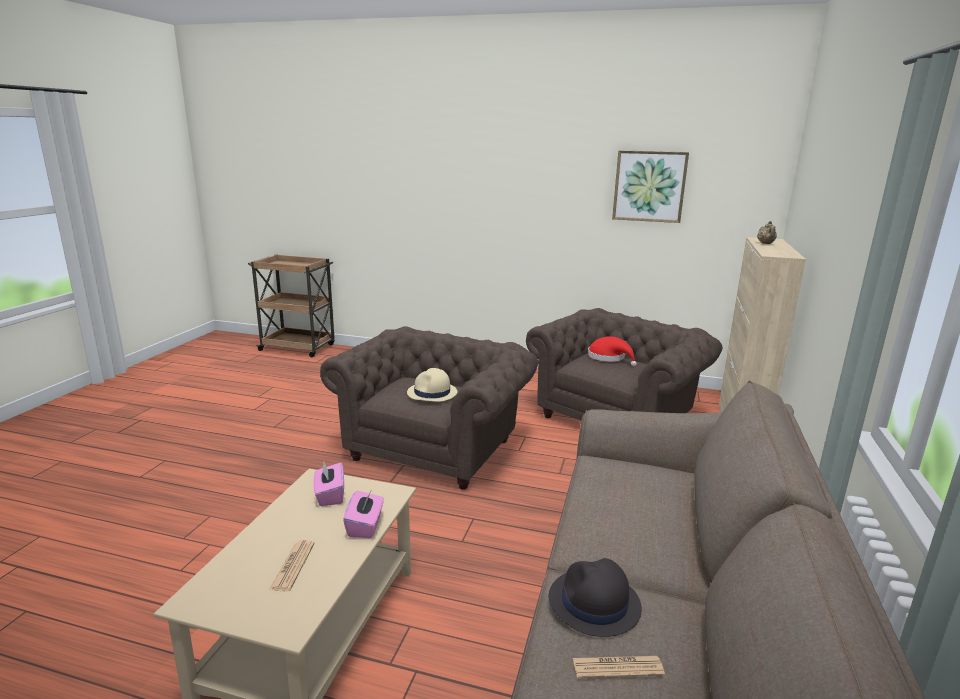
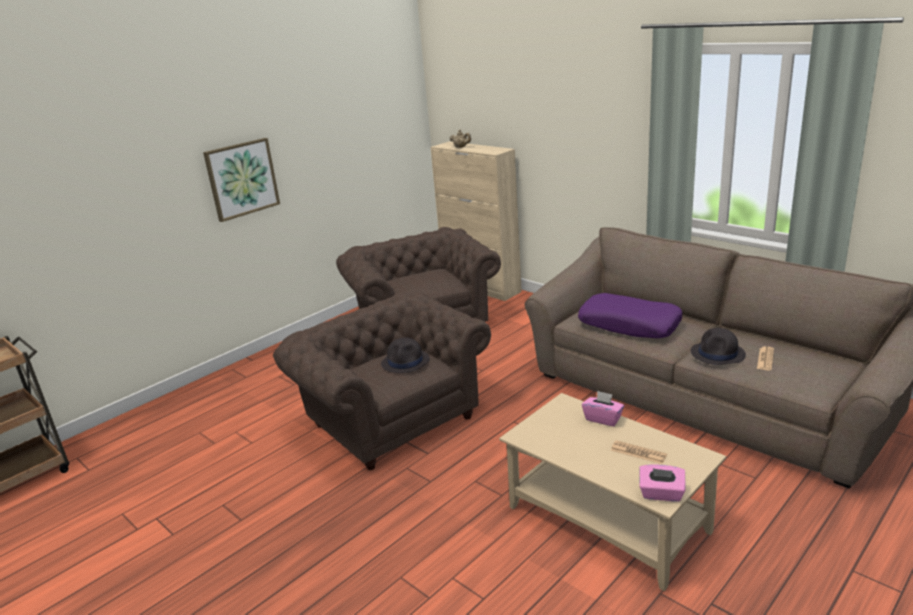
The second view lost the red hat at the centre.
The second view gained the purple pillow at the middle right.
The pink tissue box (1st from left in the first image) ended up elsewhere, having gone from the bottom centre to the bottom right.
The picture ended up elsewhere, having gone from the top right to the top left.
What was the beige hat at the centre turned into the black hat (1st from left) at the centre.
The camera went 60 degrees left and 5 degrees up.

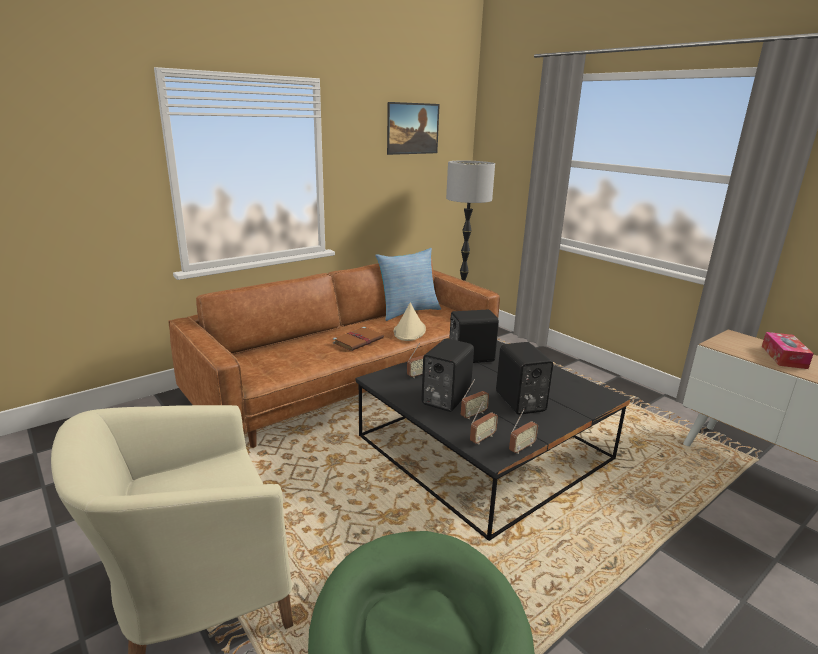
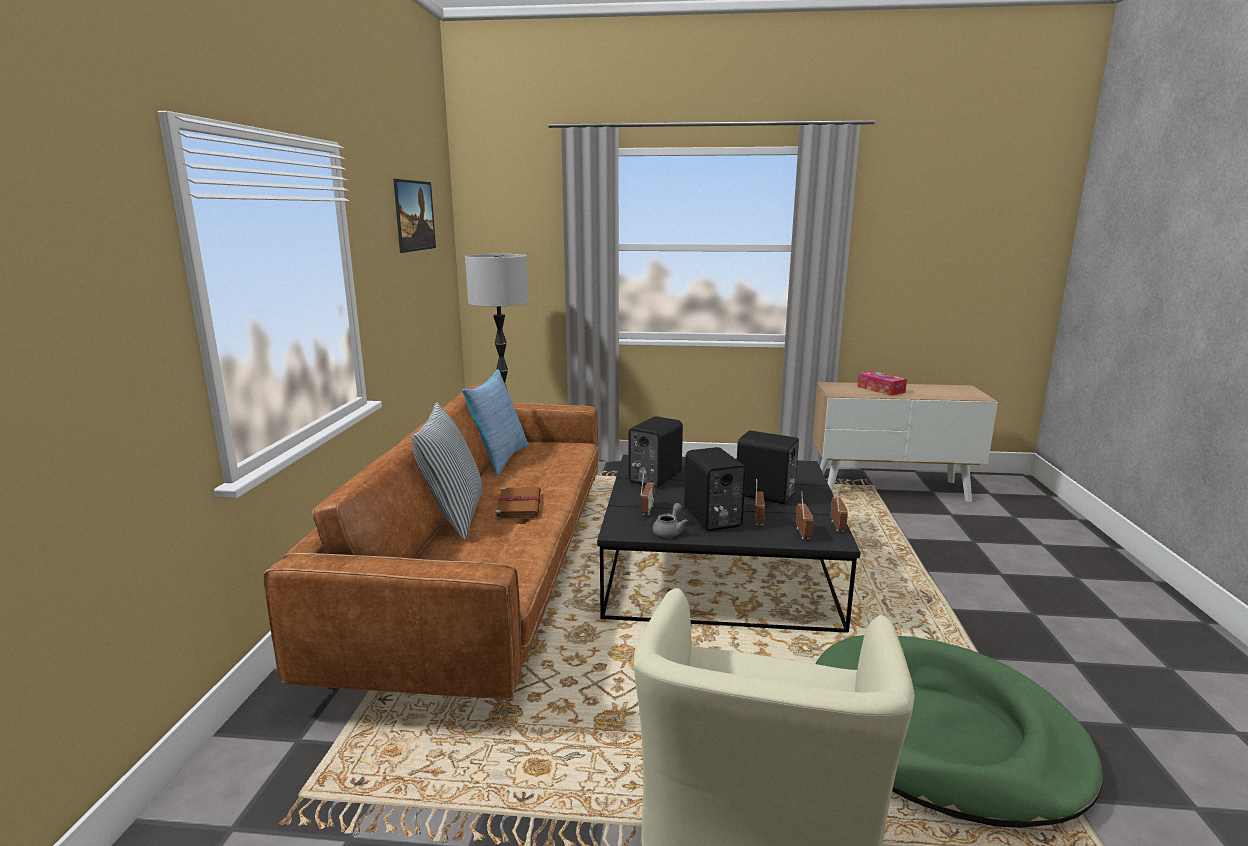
The second view lost the beige hat at the centre.
The second view gained the pillow (1st from left) at the centre.
The second view gained the grey teapot at the centre.
The camera went 45 degrees left and 5 degrees down.

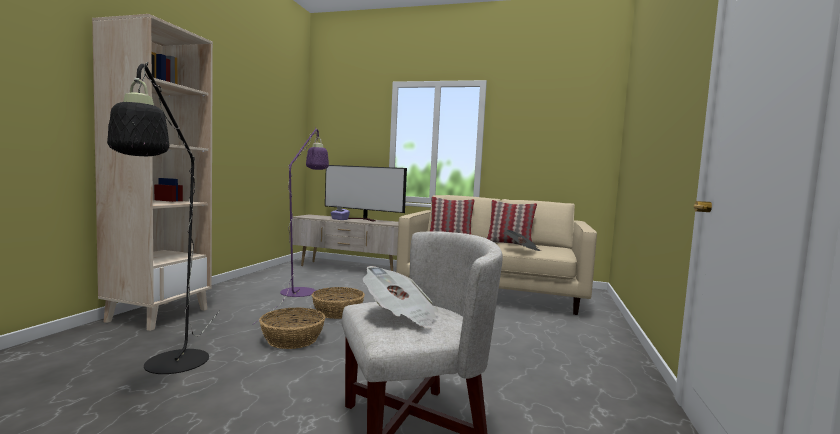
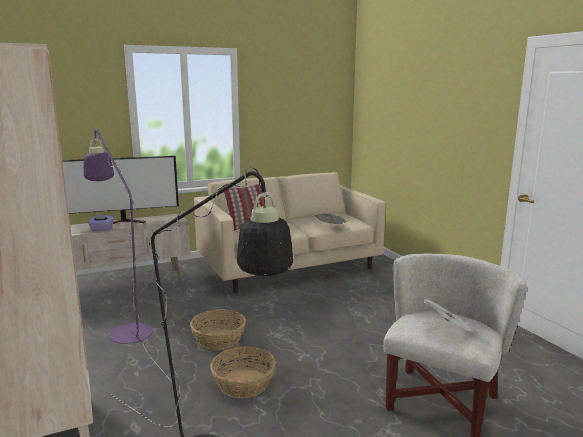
The second view lost the pillow (2nd from left) at the centre.
The camera went 40 degrees left and 10 degrees up.

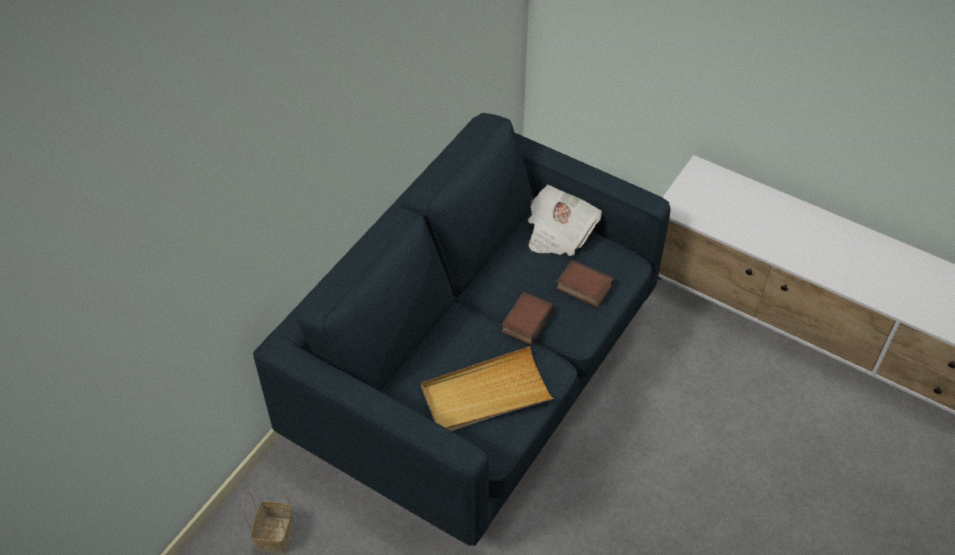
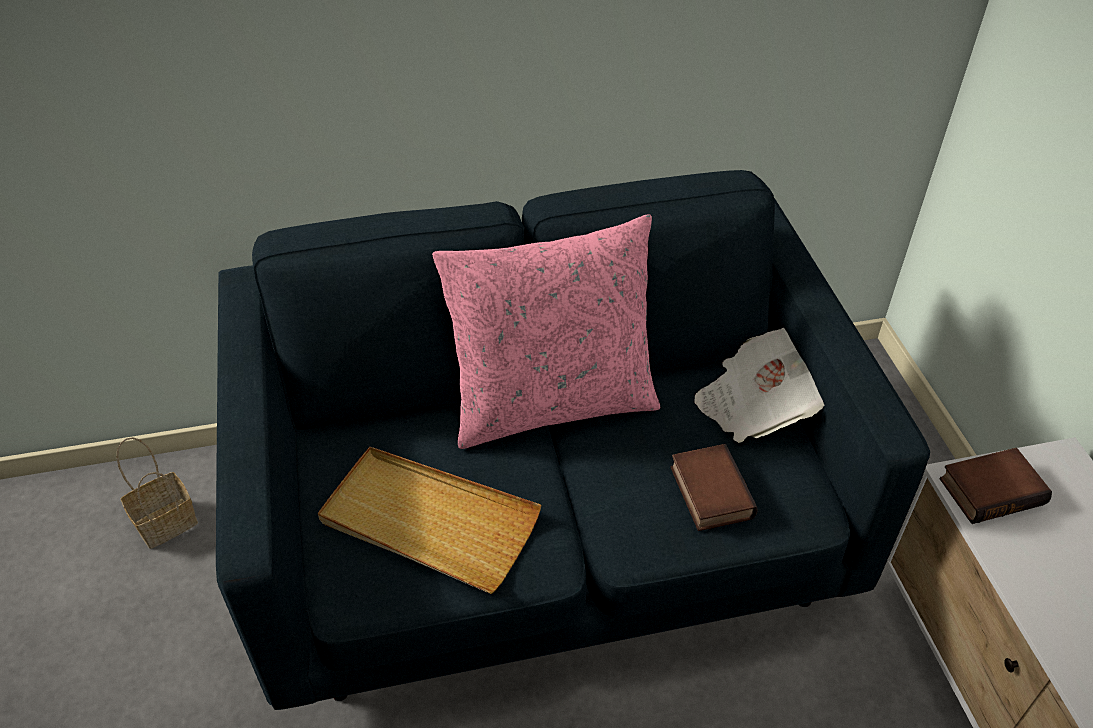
The second view gained the pink pillow at the centre.
The book (1st from left in the first image) ended up elsewhere, having gone from the centre to the bottom right.
The camera went 45 degrees right and 5 degrees down.

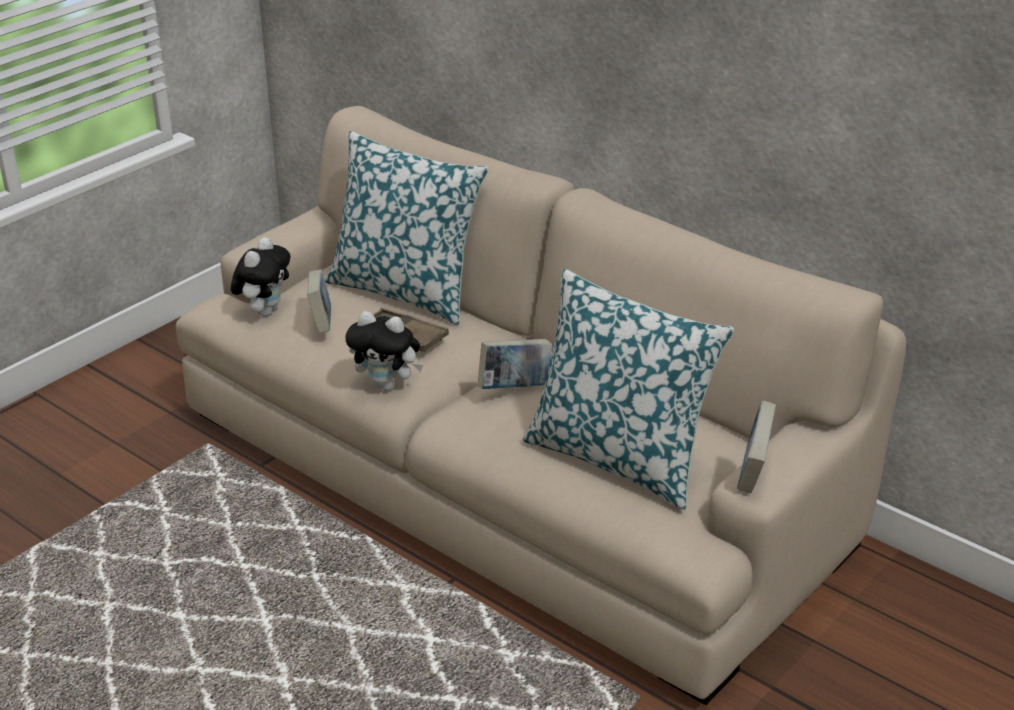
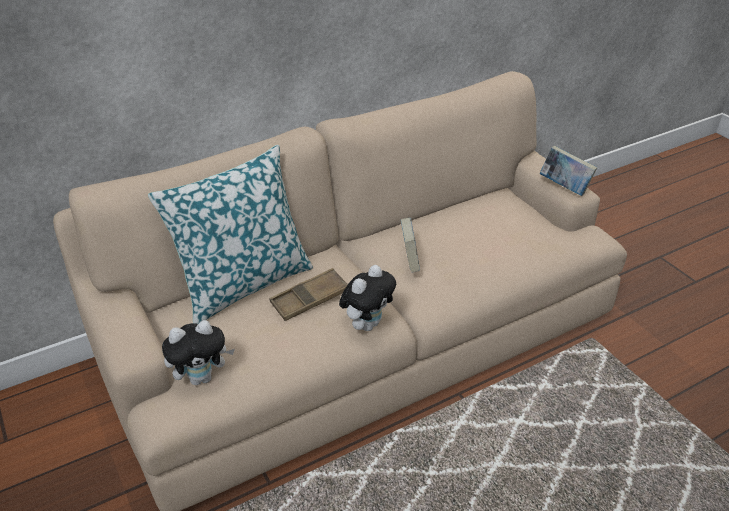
The second view lost the book (1st from left) at the middle left.
The second view lost the pillow (2nd from left) at the centre.
The plush toy (1st from left) at the middle left ended up facing another way, 120 degrees clockwise from before.
The camera went 70 degrees left and 5 degrees up.

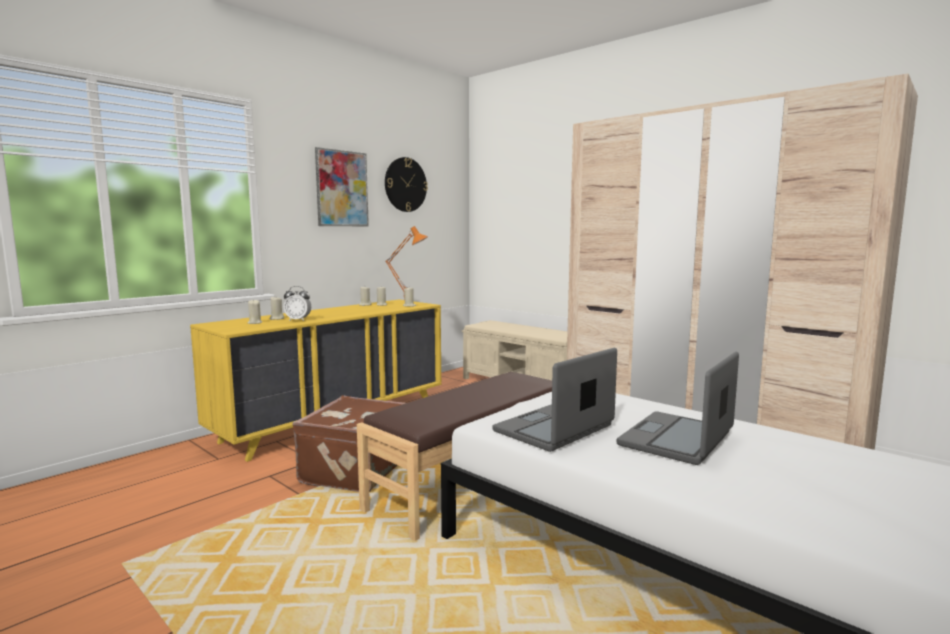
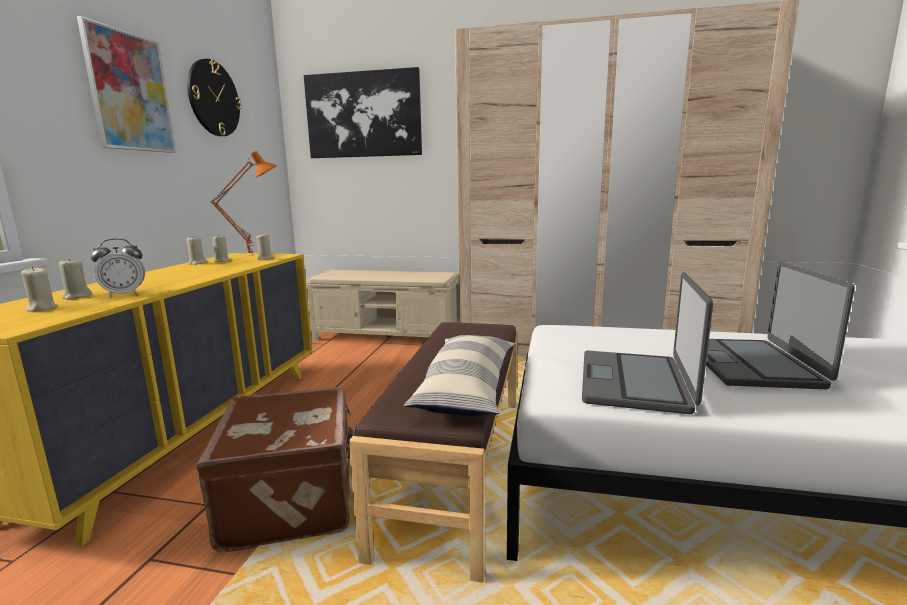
The second view gained the picture (2nd from left) at the top centre.
The second view gained the pillow at the centre.
The camera went 30 degrees left and 5 degrees up.

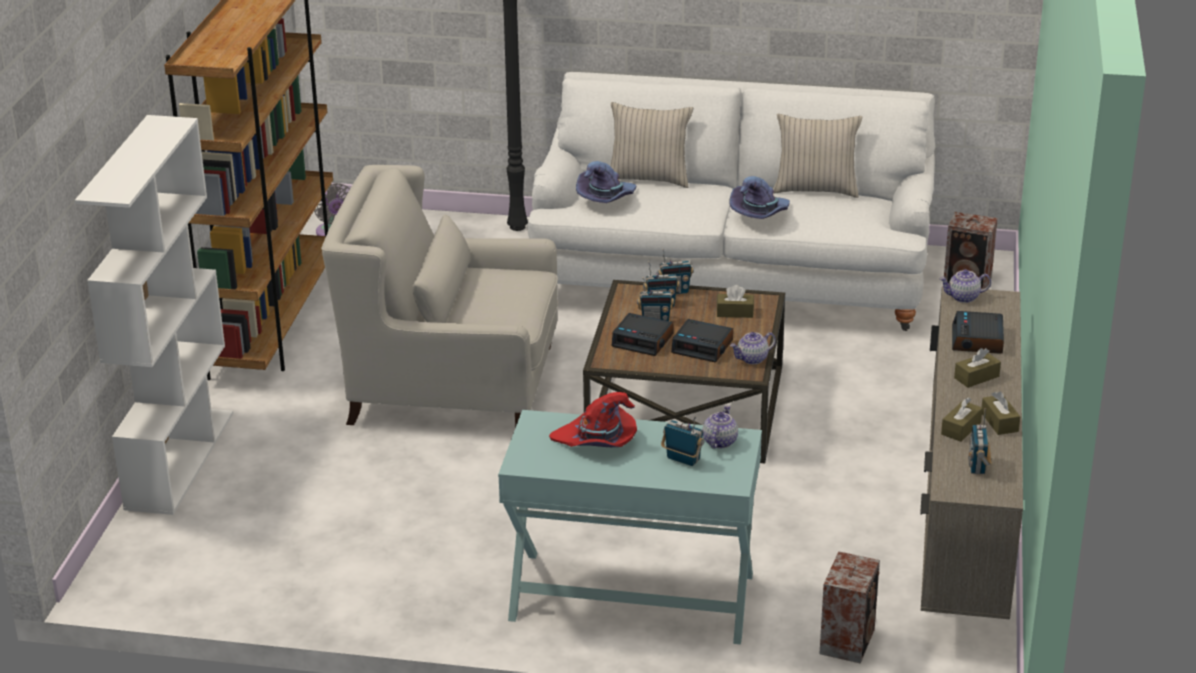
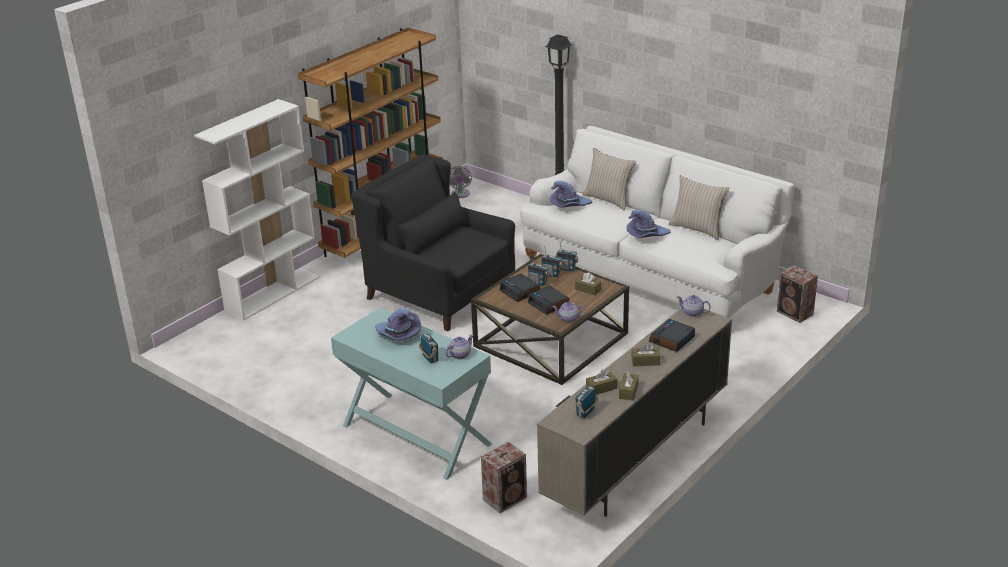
What was the white armchair at the centre turned into the black armchair at the centre.
What was the red hat at the centre turned into the purple hat (1st from left) at the centre.
The camera went 30 degrees right and 0 degrees up.

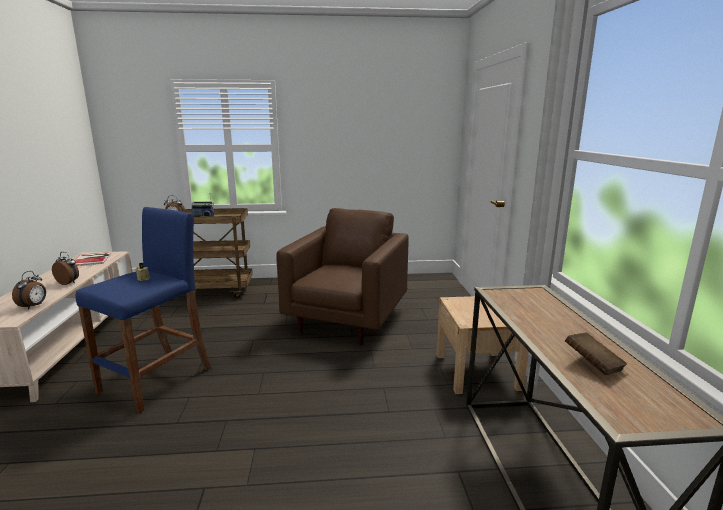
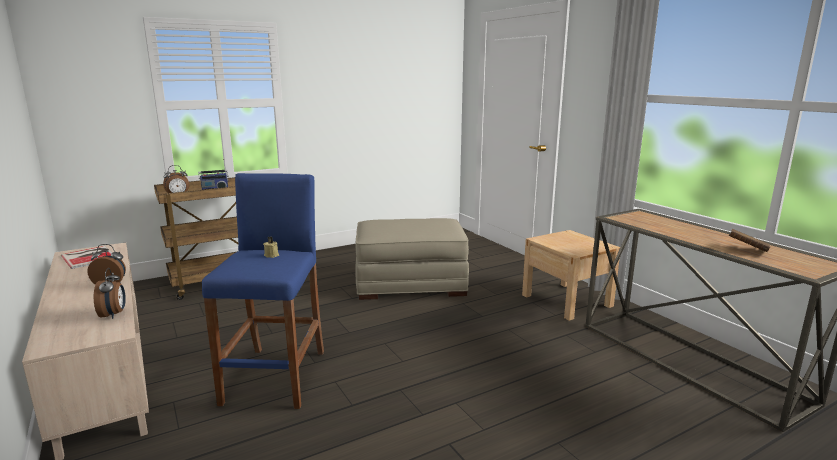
Where the brown armchair stood at the centre, the beige ottoman came to stand at the centre.
The camera went 25 degrees left and 0 degrees up.

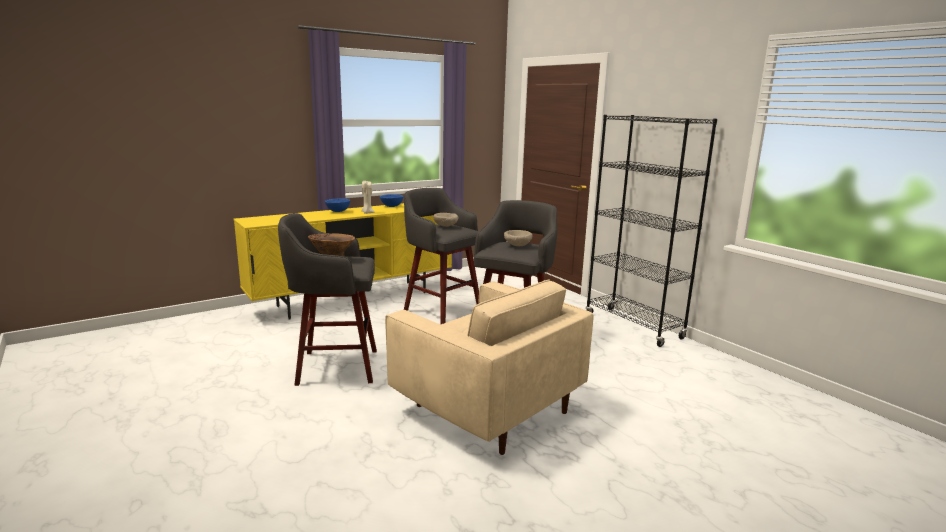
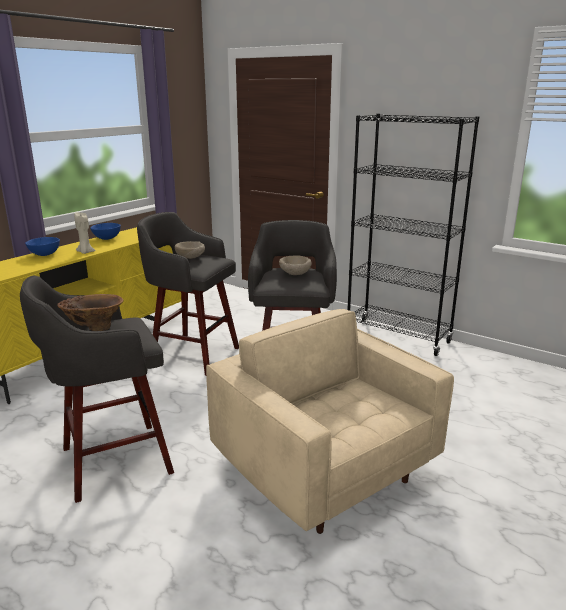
The beige armchair at the bottom centre ended up facing another way, 150 degrees counterclockwise from before.
The camera went 20 degrees left and 5 degrees up.

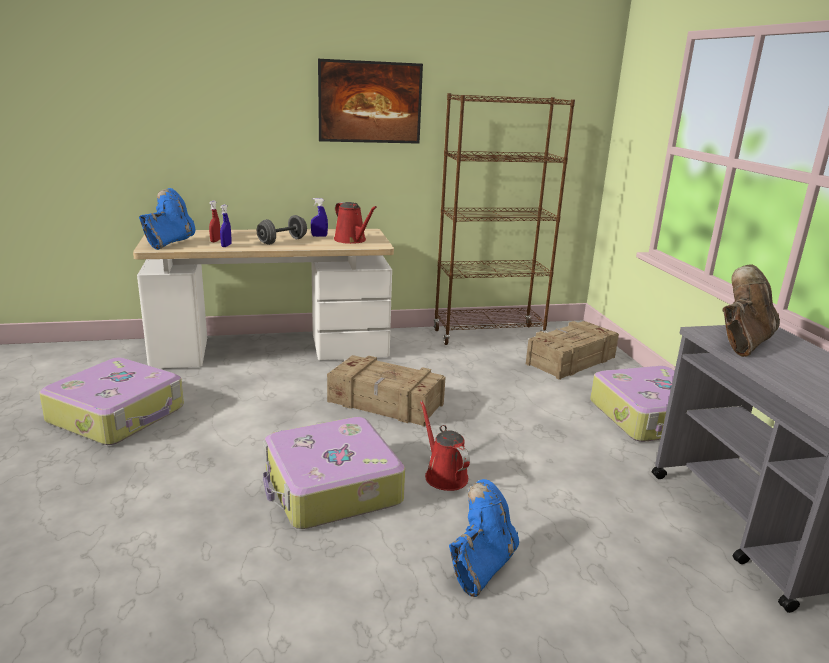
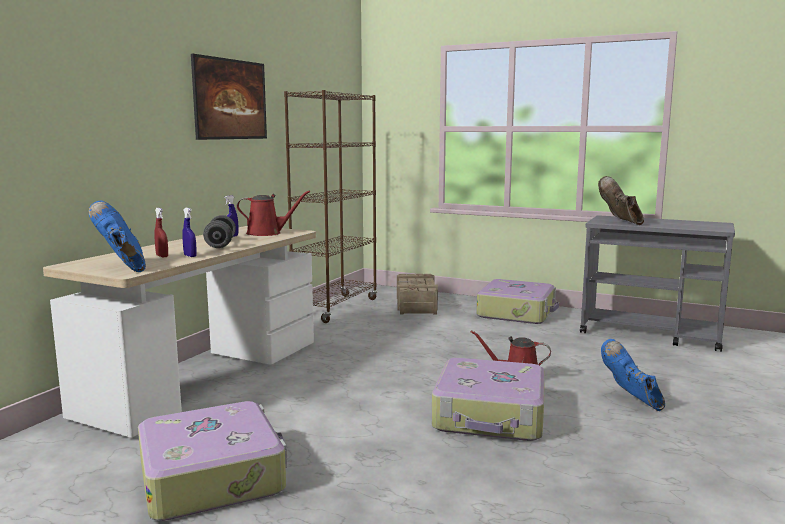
The second view lost the crate (1st from left) at the centre.
The camera went 50 degrees left and 10 degrees down.

